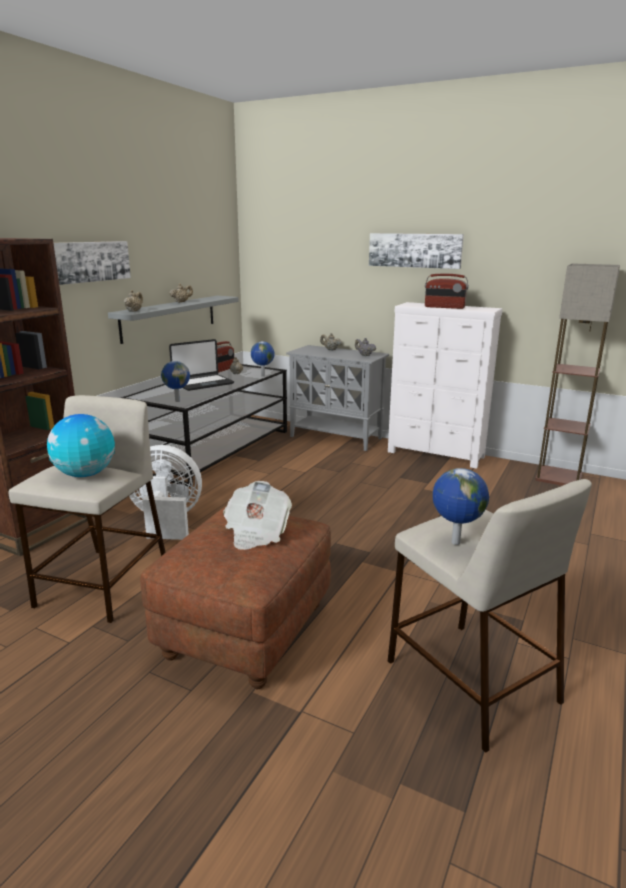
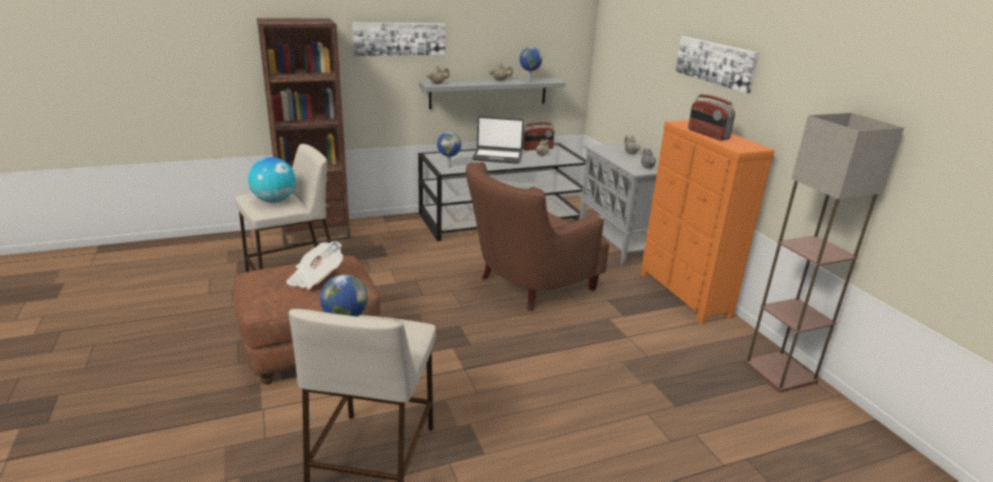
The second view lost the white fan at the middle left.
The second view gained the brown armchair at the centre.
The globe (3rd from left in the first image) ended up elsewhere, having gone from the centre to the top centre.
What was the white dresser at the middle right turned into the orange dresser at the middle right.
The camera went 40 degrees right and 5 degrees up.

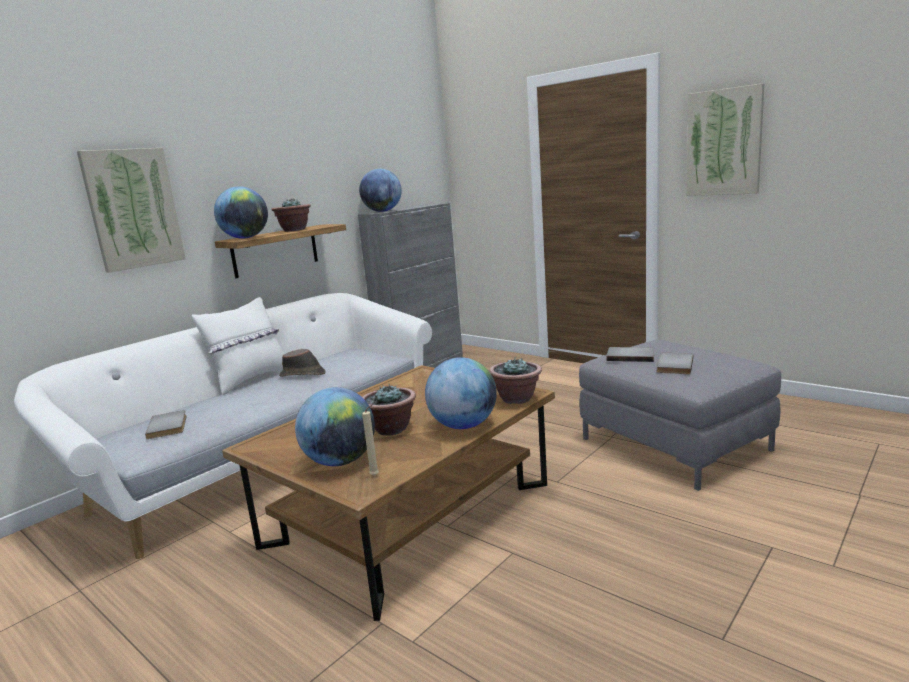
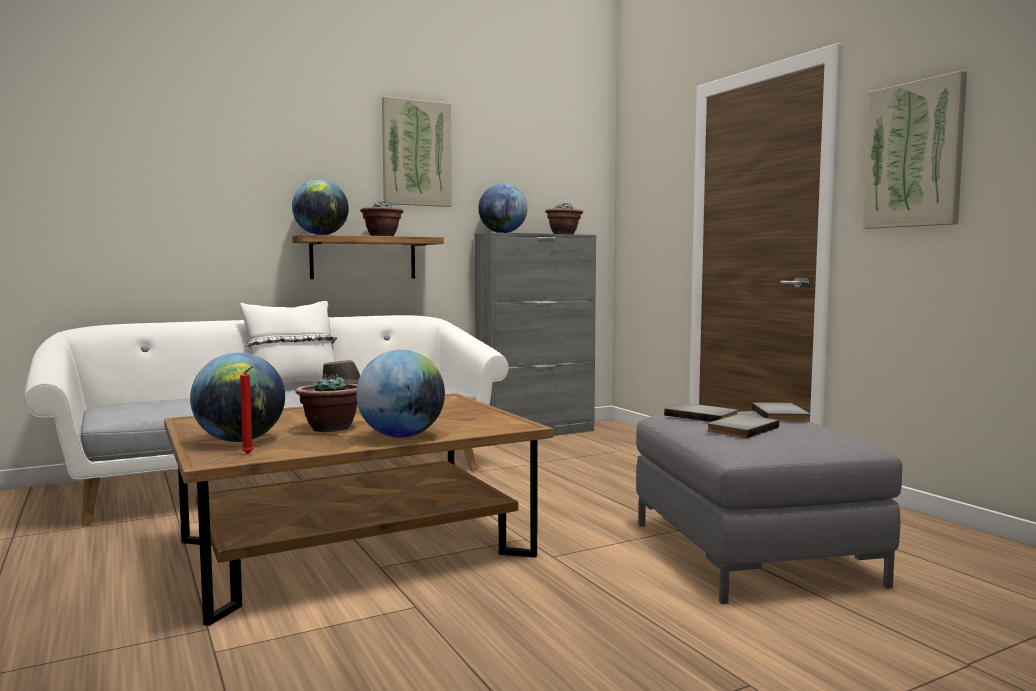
The picture (1st from left) ended up elsewhere, having gone from the top left to the top centre.
The grey book (1st from left in the first image) ended up elsewhere, having gone from the middle left to the middle right.
The potted plant (3rd from left) ended up elsewhere, having gone from the centre to the top centre.
What was the beige candle at the centre turned into the red candle at the middle left.
The camera went 20 degrees right and 10 degrees down.

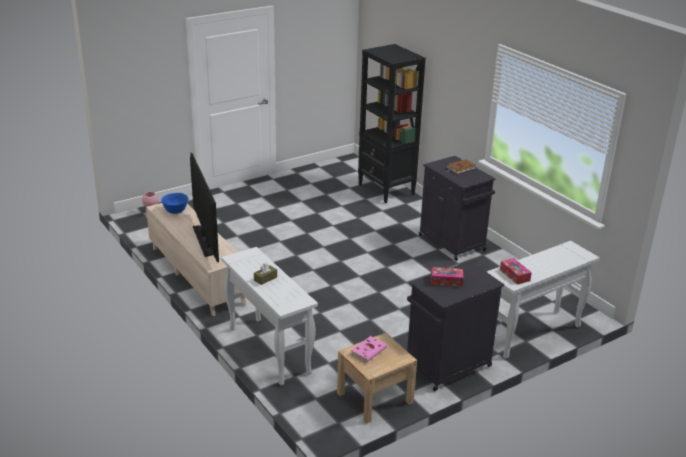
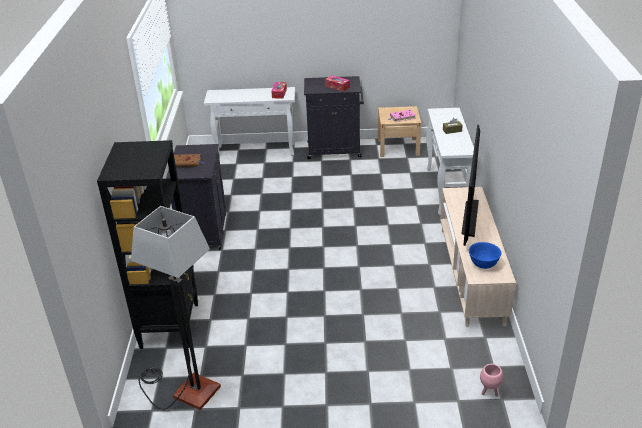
The second view gained the floor lamp at the bottom left.
The camera went 145 degrees left and 5 degrees up.

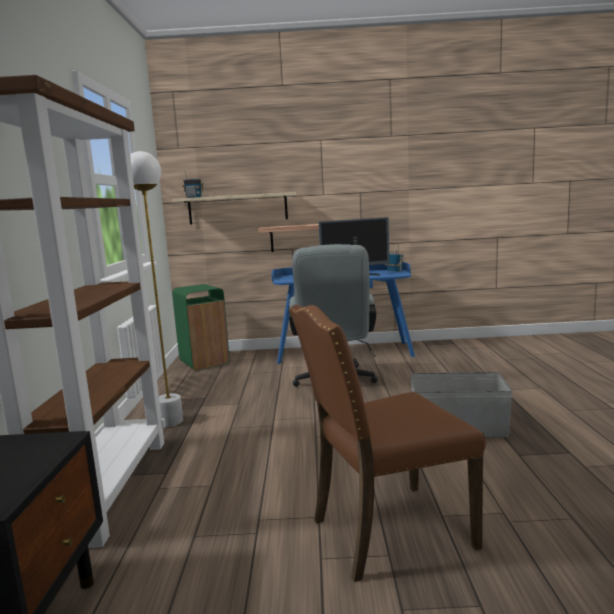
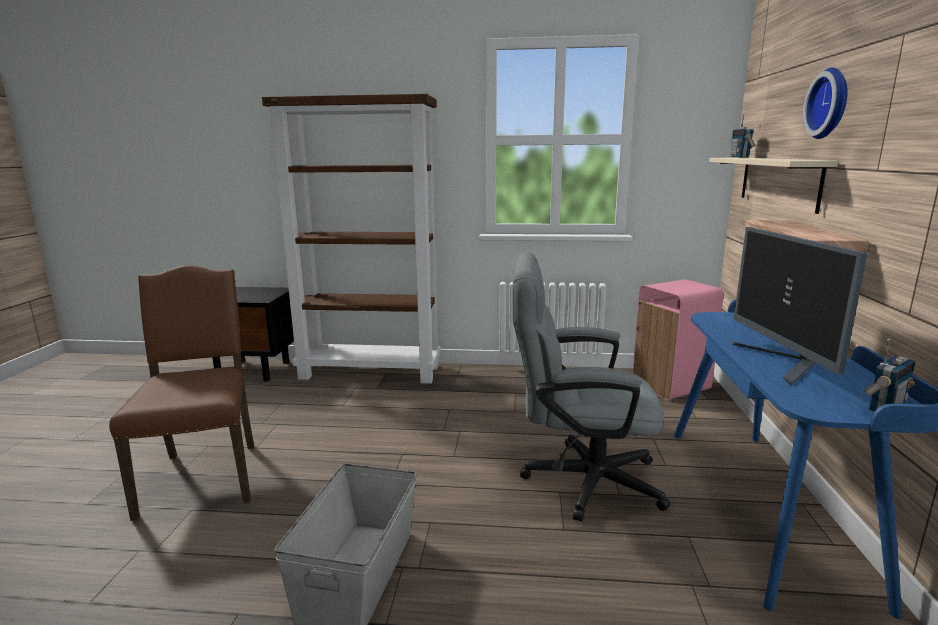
The second view lost the white floor lamp at the middle left.
The second view gained the wall clock at the top right.
What was the green trash can at the middle left turned into the pink trash can at the middle right.
The camera went 95 degrees right and 5 degrees up.

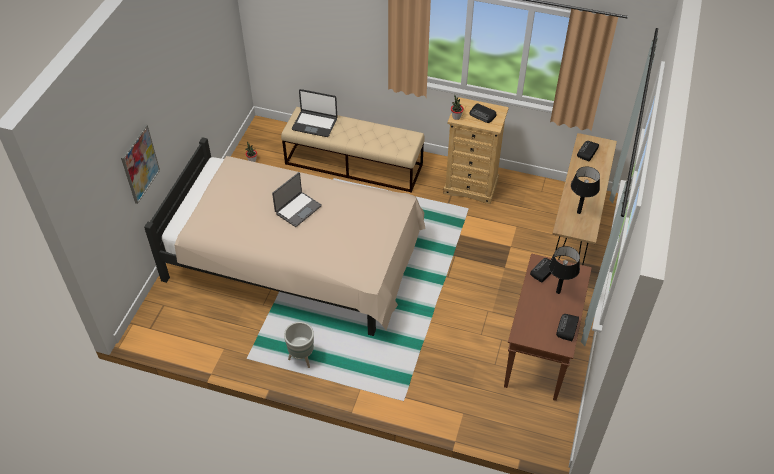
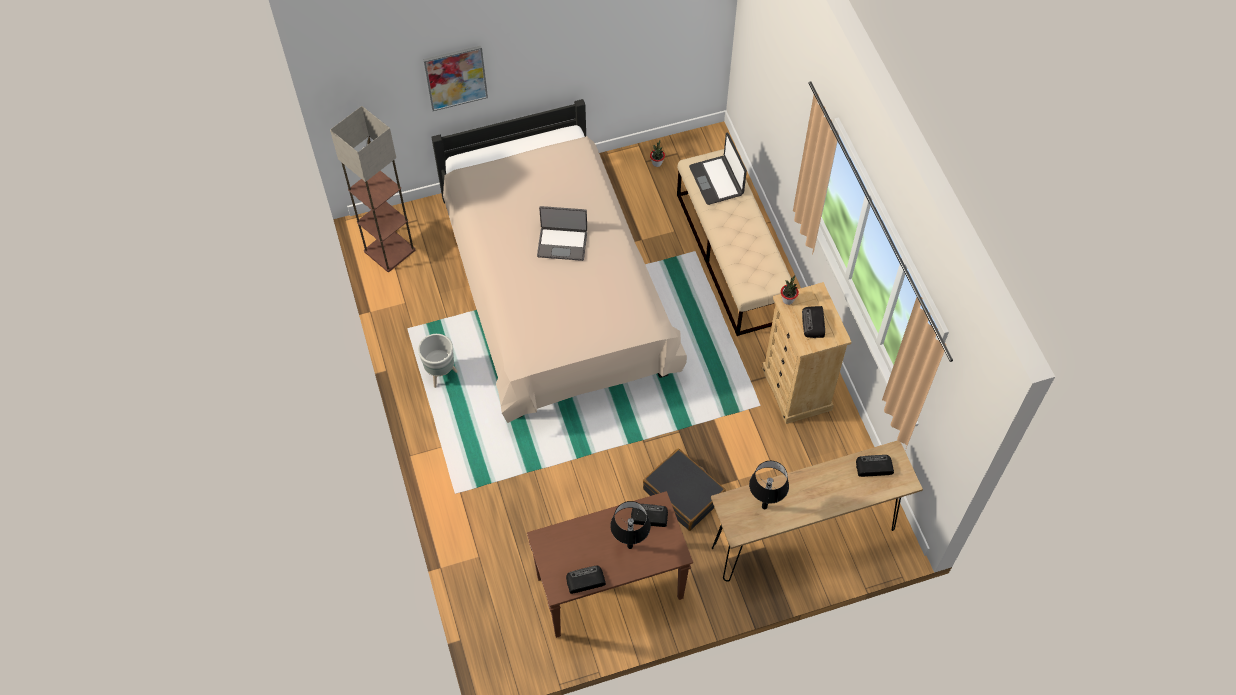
The second view gained the floor lamp at the top left.
The second view gained the black suitcase at the bottom centre.
The camera went 55 degrees right and 10 degrees up.

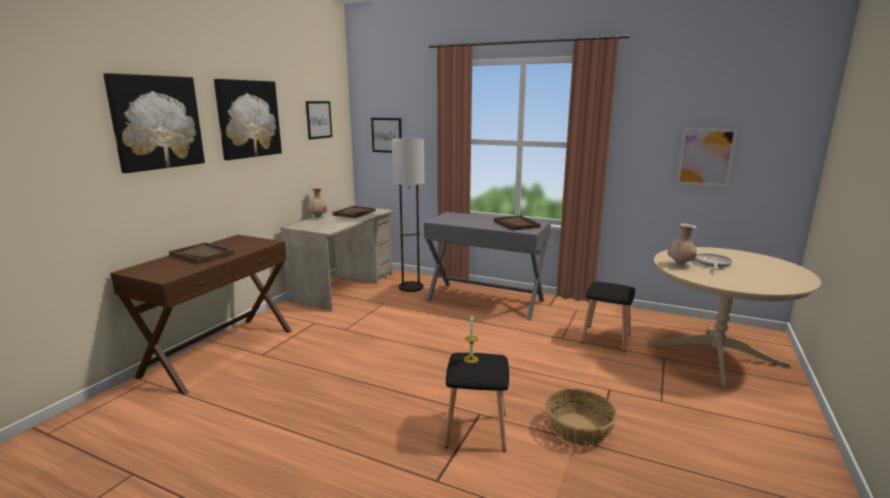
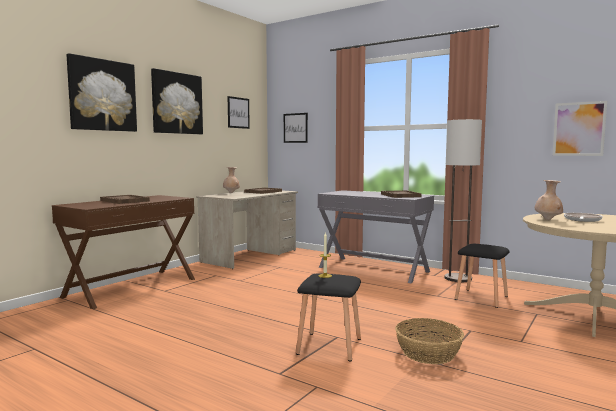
The floor lamp ended up elsewhere, having gone from the centre to the middle right.
The camera went 10 degrees right and 10 degrees down.

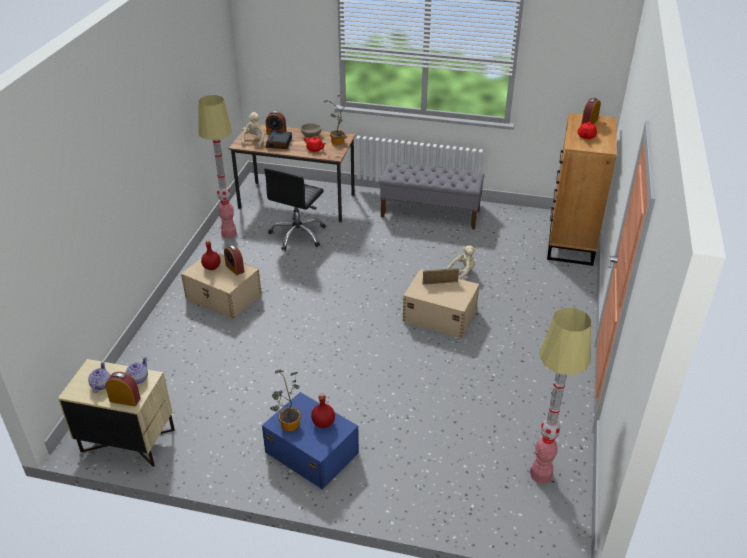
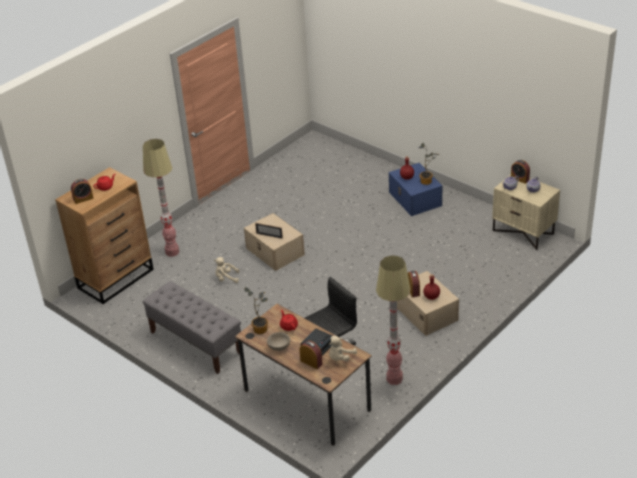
The floor lamp (2nd from left in the first image) ended up elsewhere, having gone from the bottom right to the middle left.
The camera went 150 degrees left and 0 degrees up.

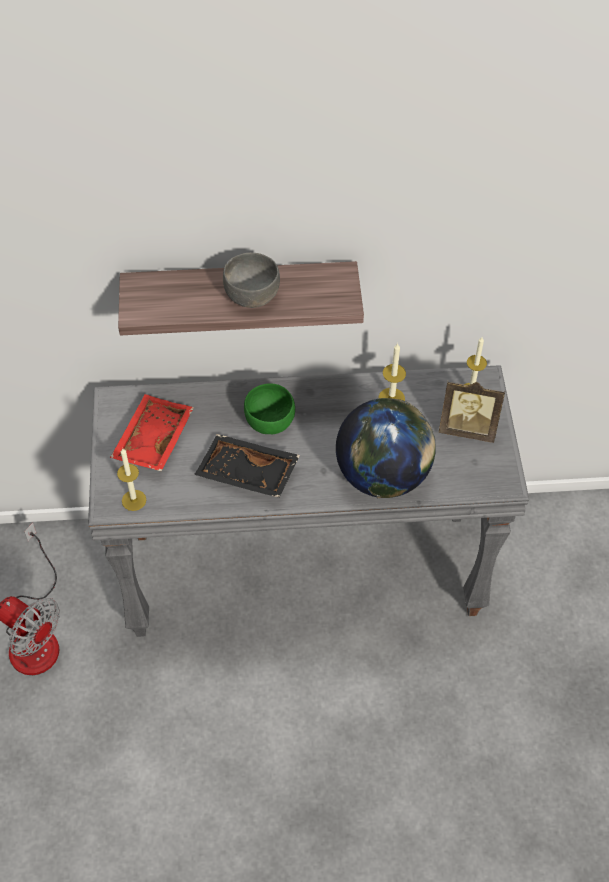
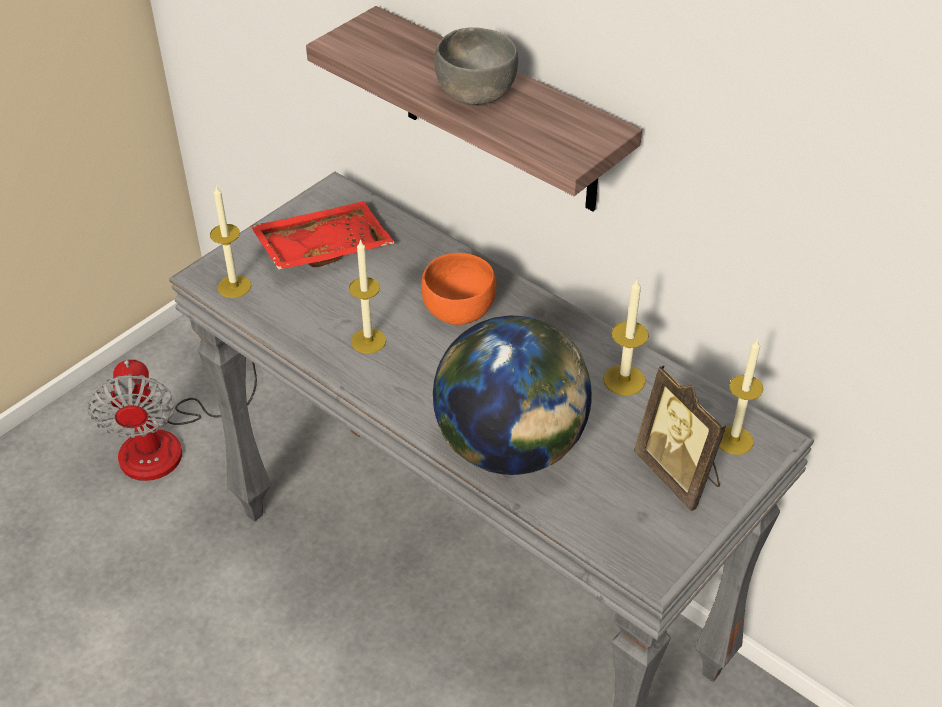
Where the black tray stood at the centre, the candle (2nd from left) came to stand at the centre.
What was the green bowl at the centre turned into the orange bowl at the centre.
The camera went 45 degrees right and 10 degrees down.

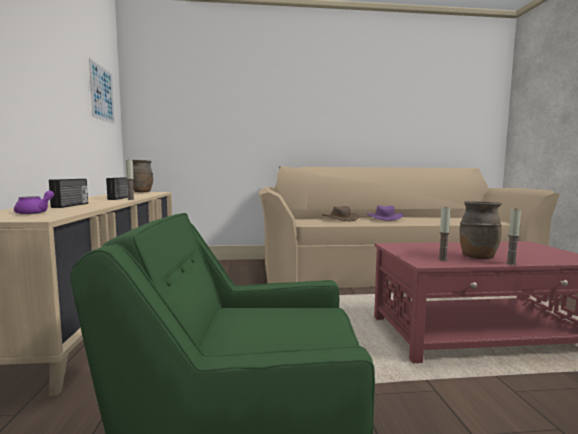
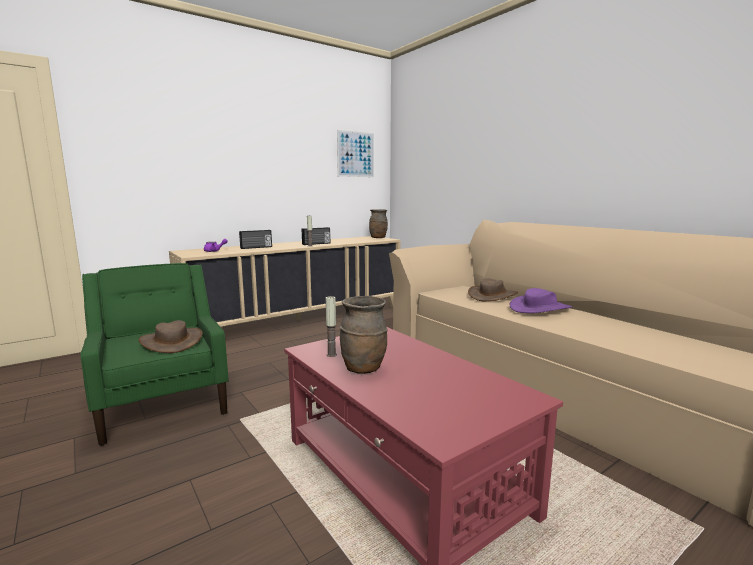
The second view lost the candle (3rd from left) at the middle right.
The second view gained the brown hat (1st from left) at the middle left.
The camera went 60 degrees right and 5 degrees up.

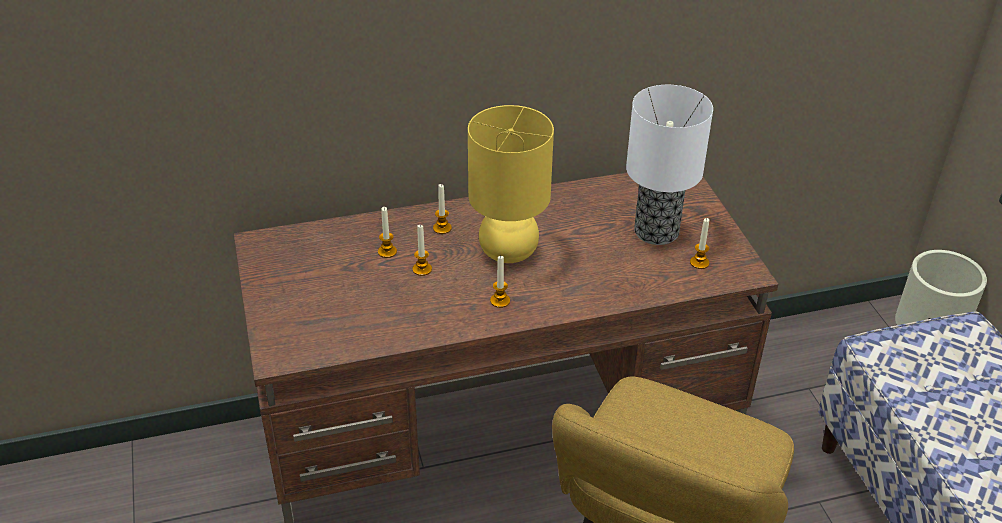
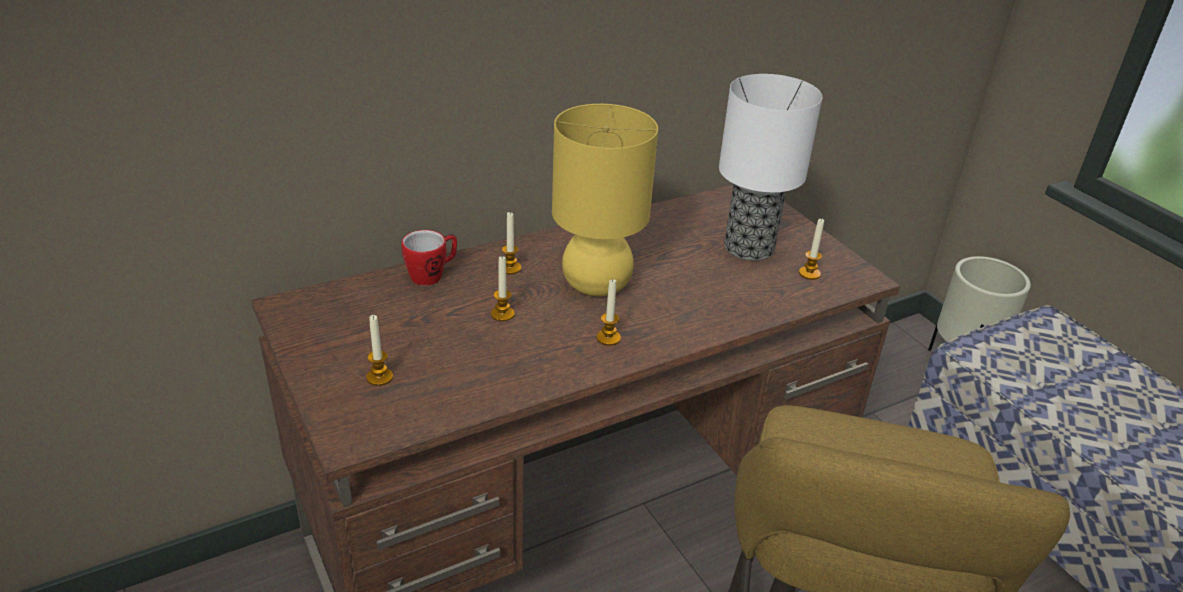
The second view gained the mug at the centre.
The candle (1st from left) ended up elsewhere, having gone from the centre to the middle left.
The camera went 15 degrees left and 5 degrees down.

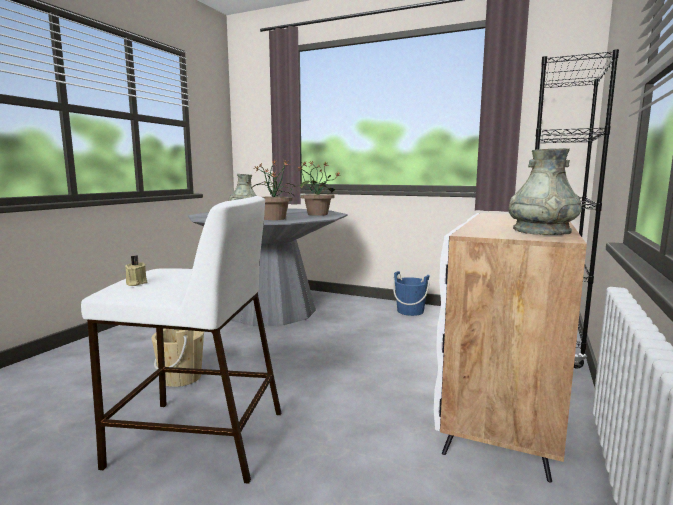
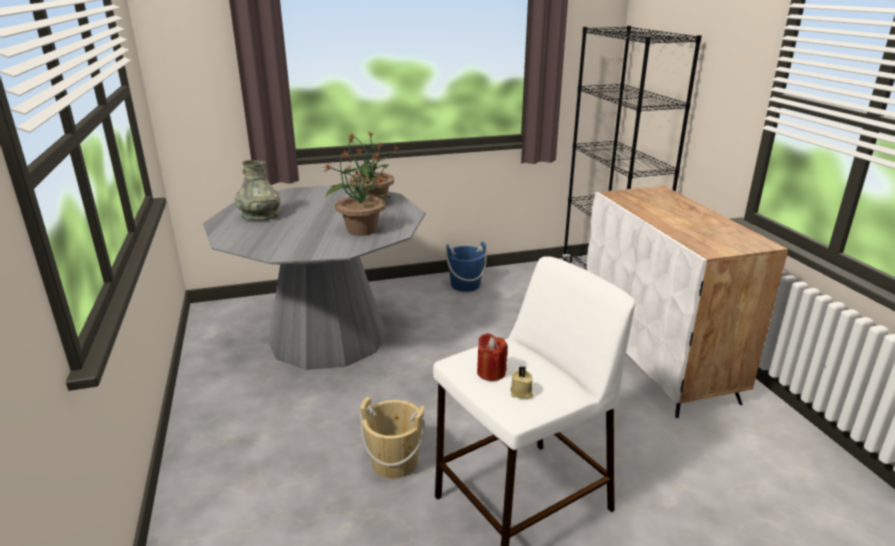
The second view lost the grey vase (2nd from left) at the middle right.
The second view gained the red candle at the centre.
The camera went 40 degrees left and 15 degrees up.

